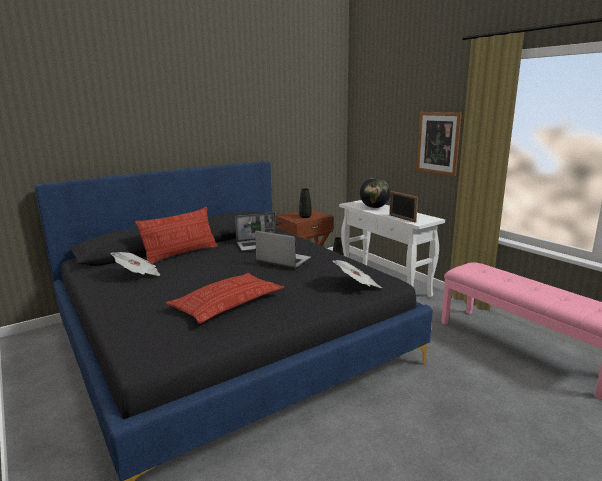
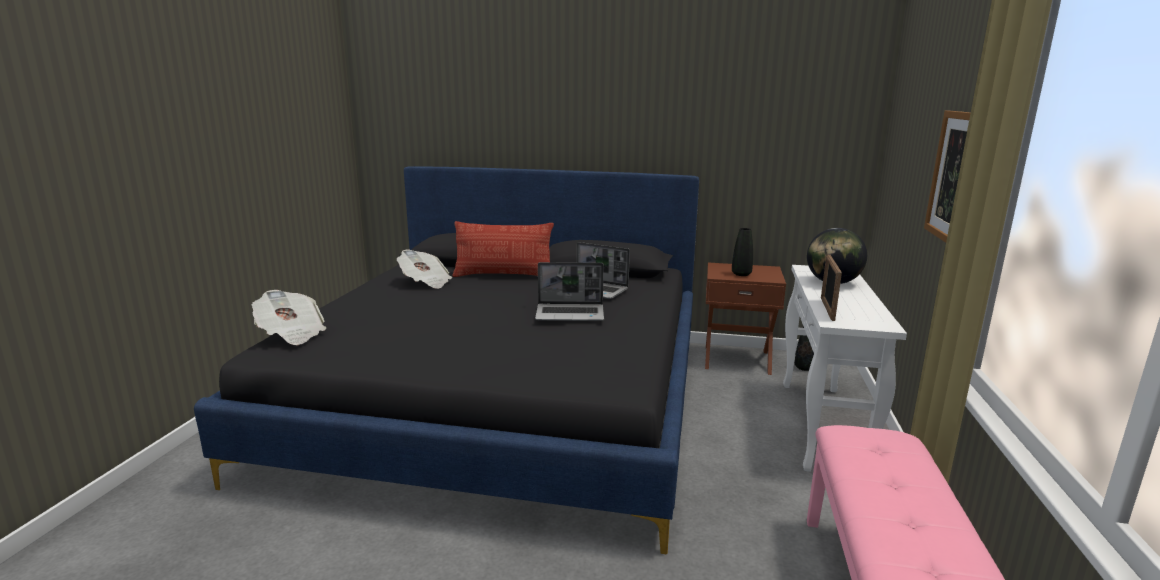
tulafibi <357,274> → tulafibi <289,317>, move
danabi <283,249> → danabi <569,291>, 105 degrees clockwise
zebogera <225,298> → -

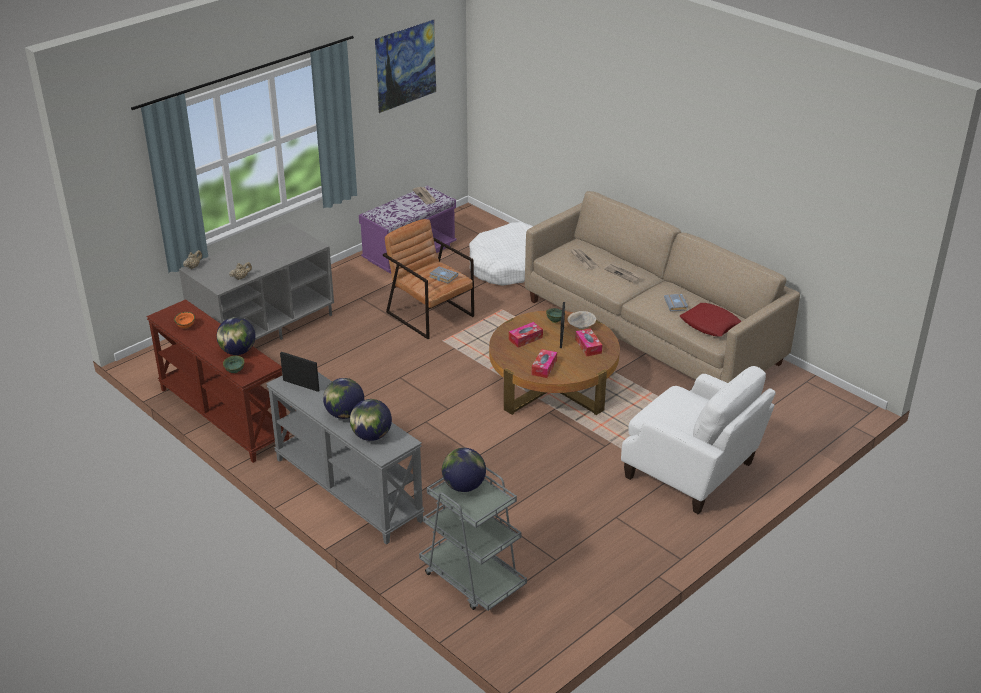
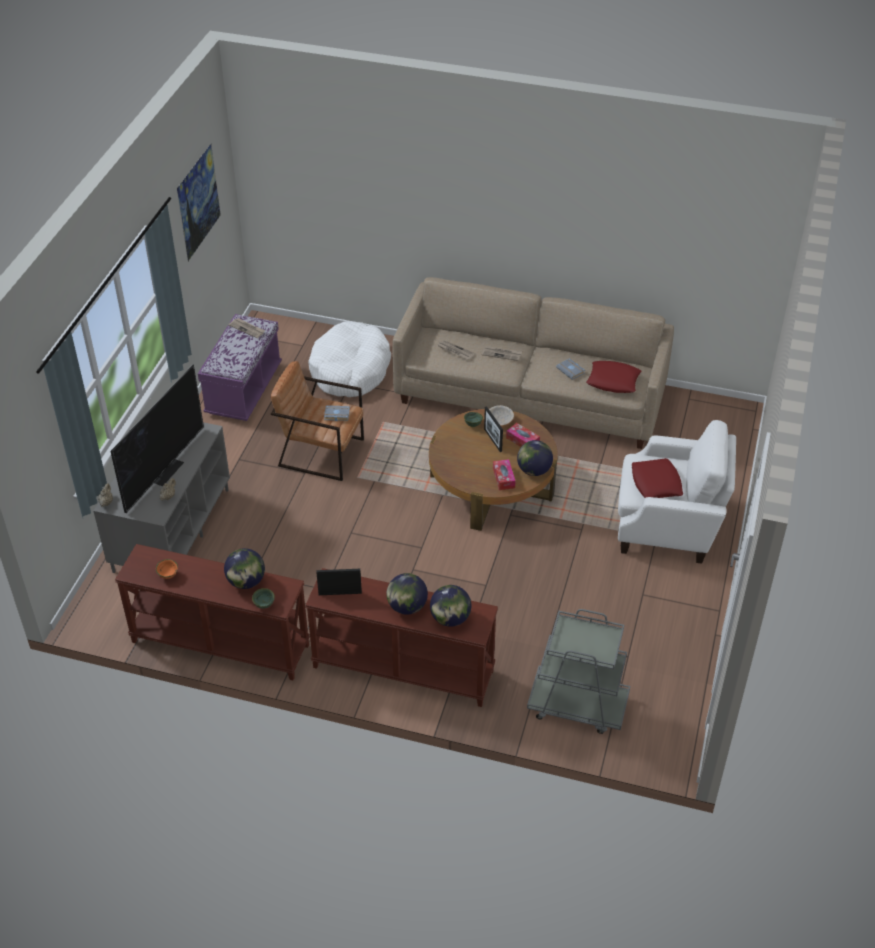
- → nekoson <157,439>
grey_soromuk <345,458> → brown_soromuk <401,637>
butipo <464,470> → butipo <535,458>, move
- → red_zebogera <657,478>
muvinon <526,335> → -

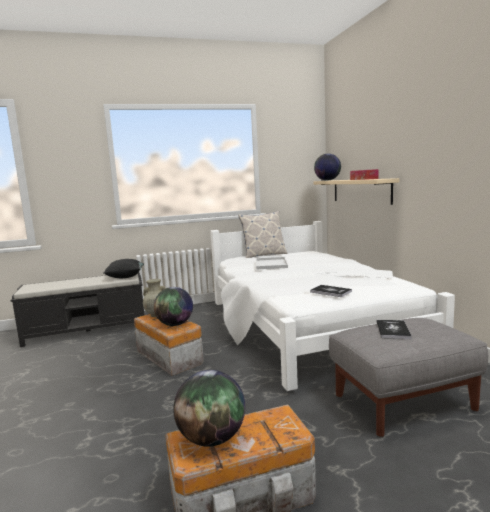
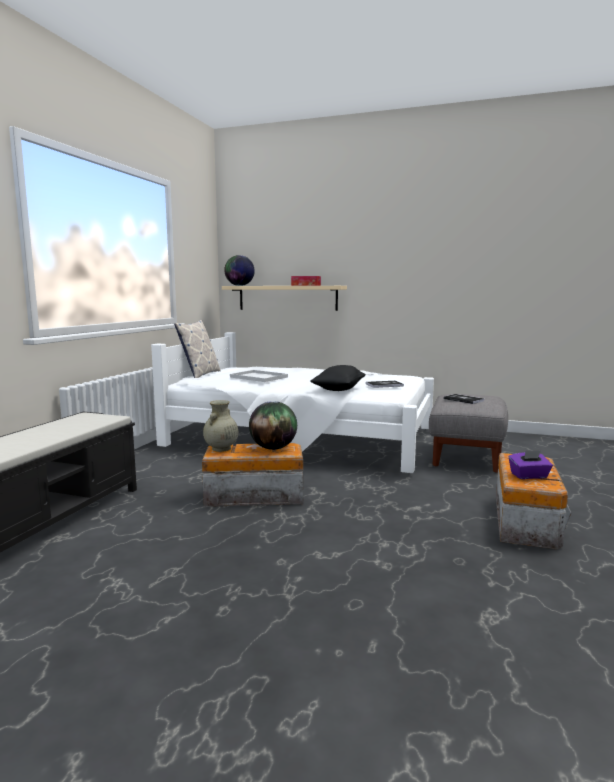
black_zebogera <124,268> → black_zebogera <338,378>, move
butipo <209,408> → purple_muvinon <531,464>

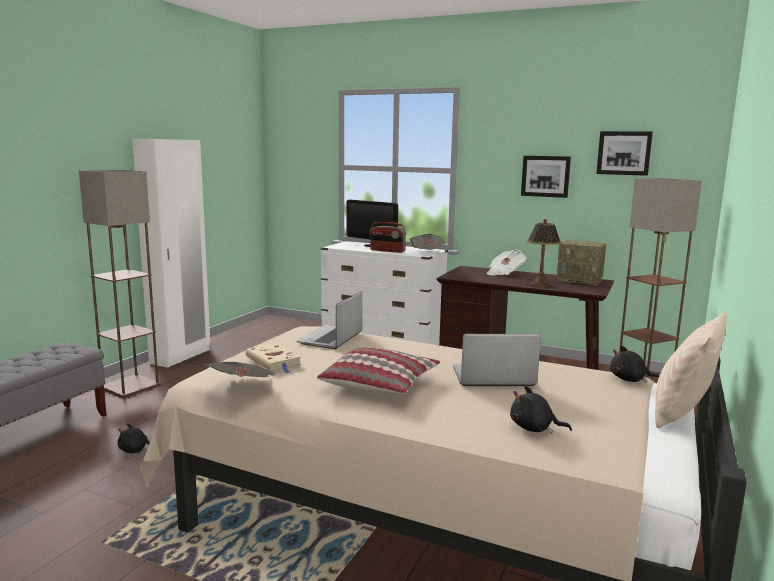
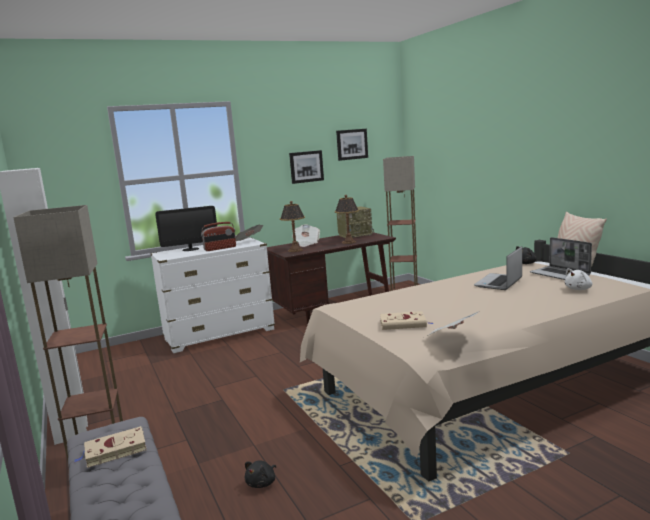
- → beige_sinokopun <111,447>
- → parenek <292,226>
danabi <329,320> → danabi <561,258>, move
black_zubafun <541,409> → white_zubafun <578,279>
zebogera <378,370> → -

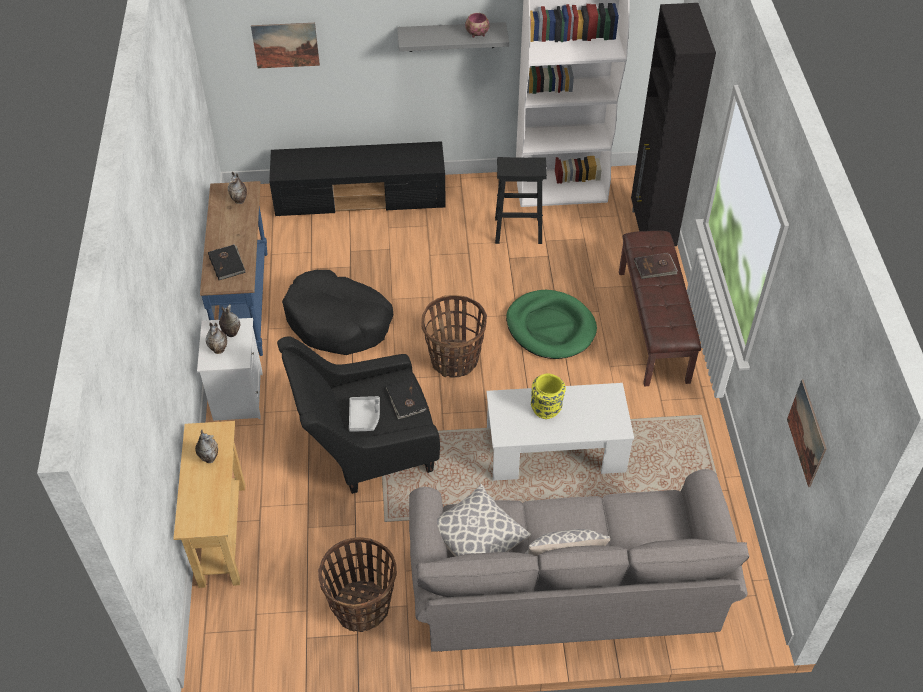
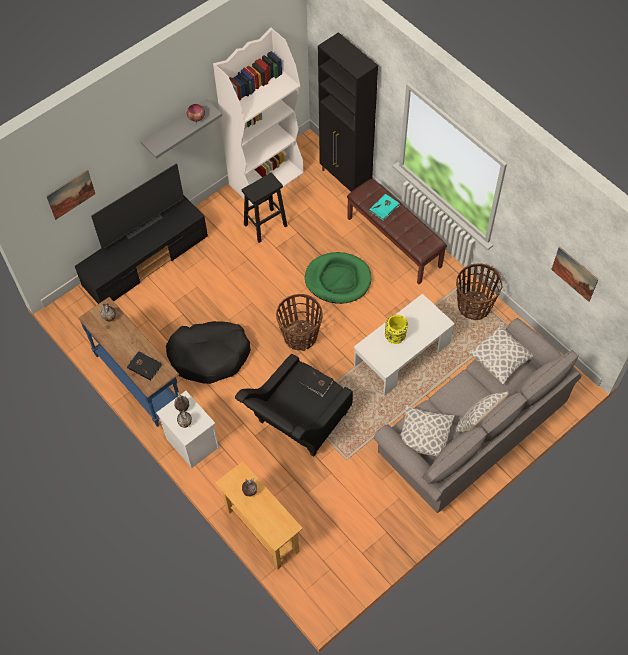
- → nekoson <137,206>
brown_sinokopun <656,265> → turquoise_sinokopun <384,207>
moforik <357,584> → moforik <479,291>, move
- → zebogera <501,355>
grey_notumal <364,414> → -

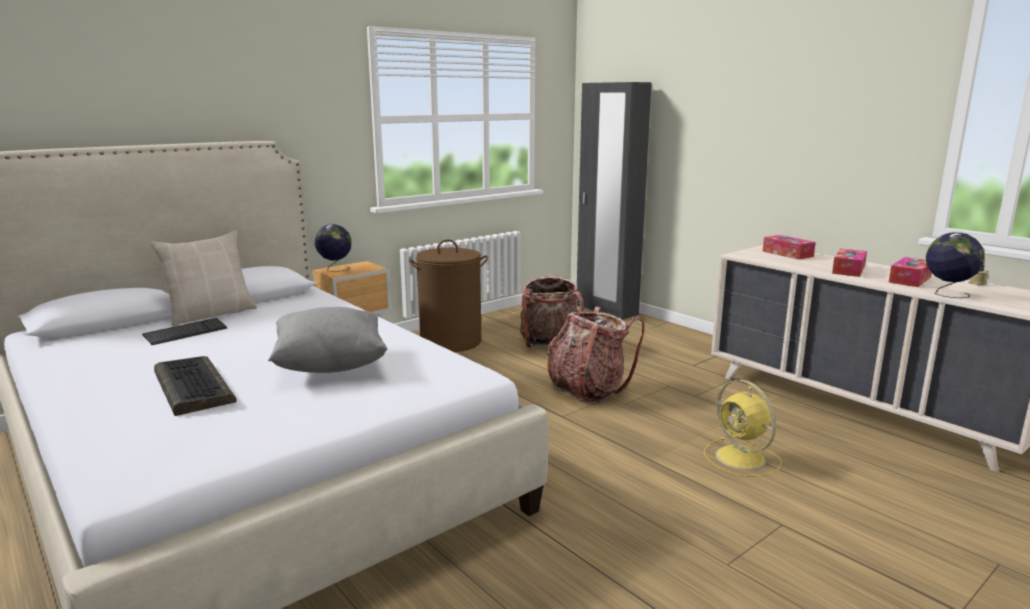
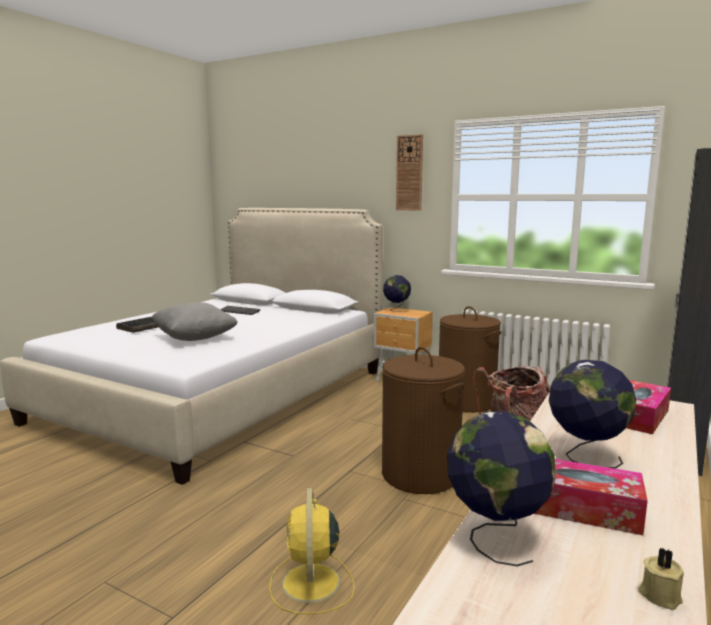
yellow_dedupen <743,428> → yellow_dedupen <312,550>, 45 degrees counterclockwise
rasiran <596,355> → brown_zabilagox <423,420>
- → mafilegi <409,172>
muvinon <849,263> → butipo <592,414>
beige_zebogera <203,278> → -

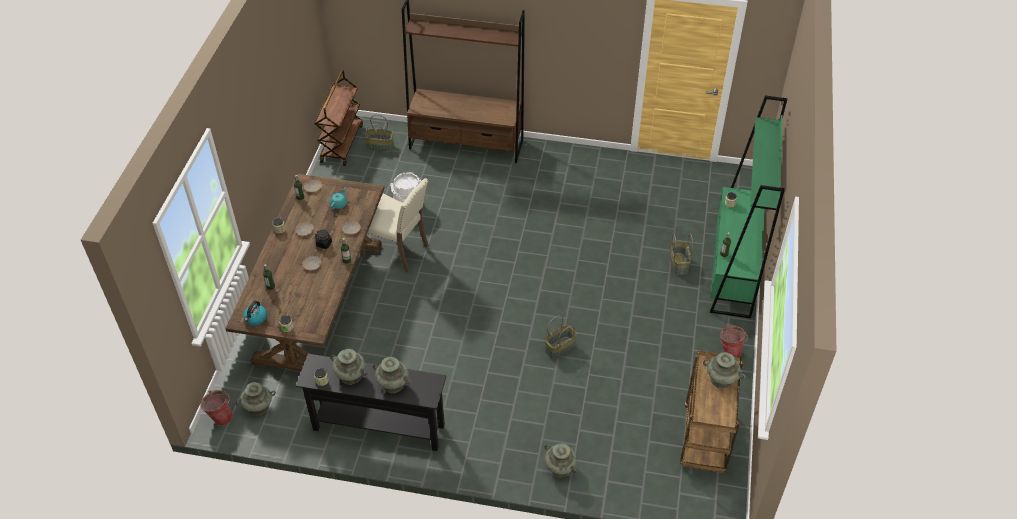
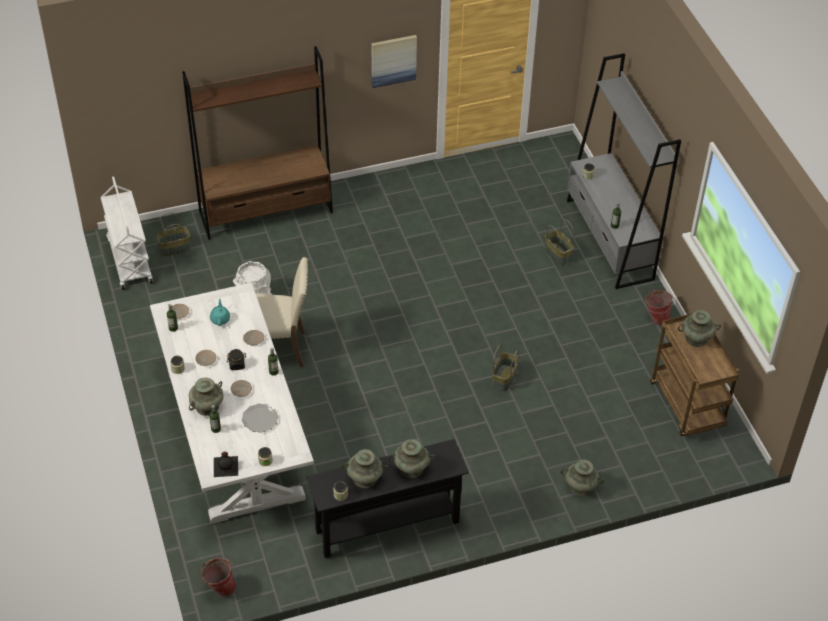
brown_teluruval <338,118> → white_teluruval <127,233>
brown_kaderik <305,272> → white_kaderik <232,403>
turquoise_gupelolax <255,398> → turquoise_gupelolax <206,397>, move
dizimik <255,313> → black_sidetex <226,464>
- → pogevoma <260,418>
- → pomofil <394,61>
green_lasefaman <748,207> → grey_lasefaman <624,171>

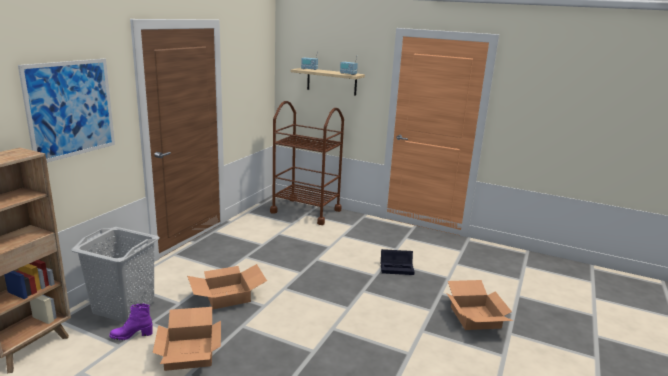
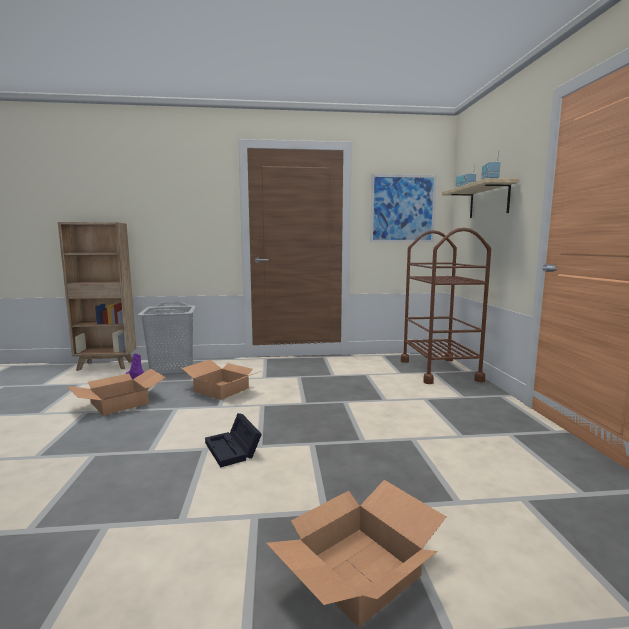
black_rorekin <397,262> → black_rorekin <233,440>, move
pomofil <66,111> → pomofil <403,208>, move

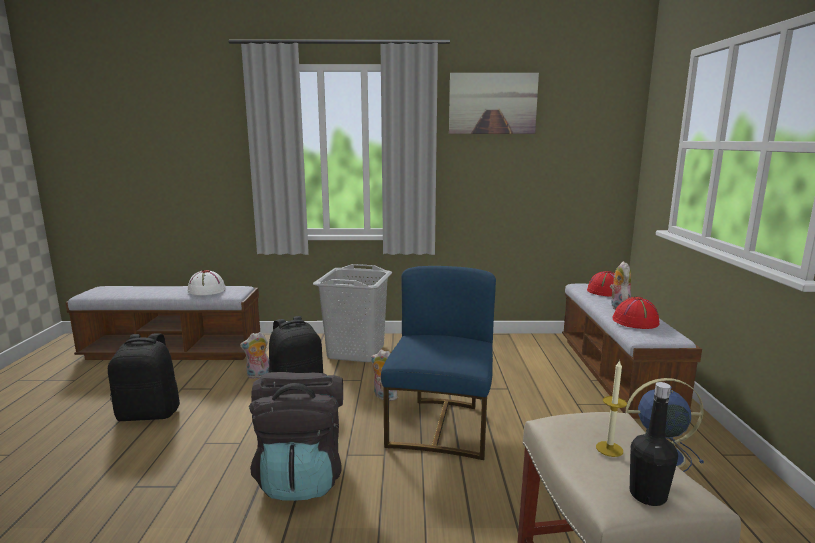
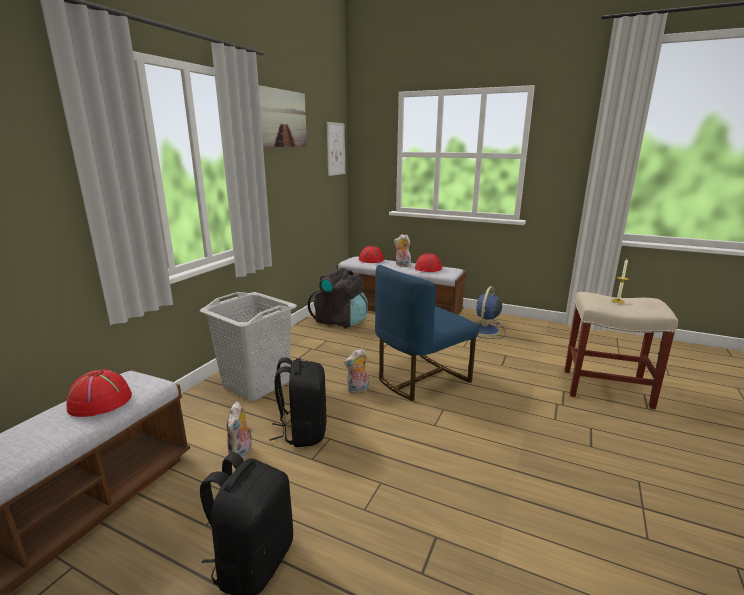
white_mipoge <206,282> → red_mipoge <99,393>
black_rasiran <296,436> → black_rasiran <338,298>, move
- → pomofil <336,149>
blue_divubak <438,363> → blue_divubak <427,333>, 75 degrees counterclockwise
black_sidetex <654,444> → -

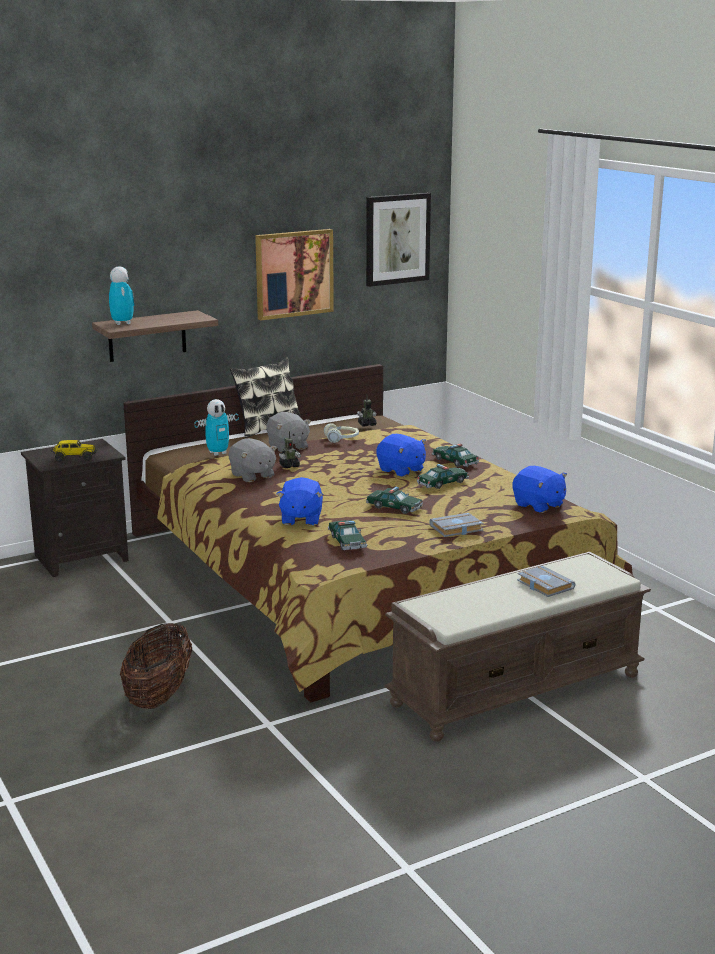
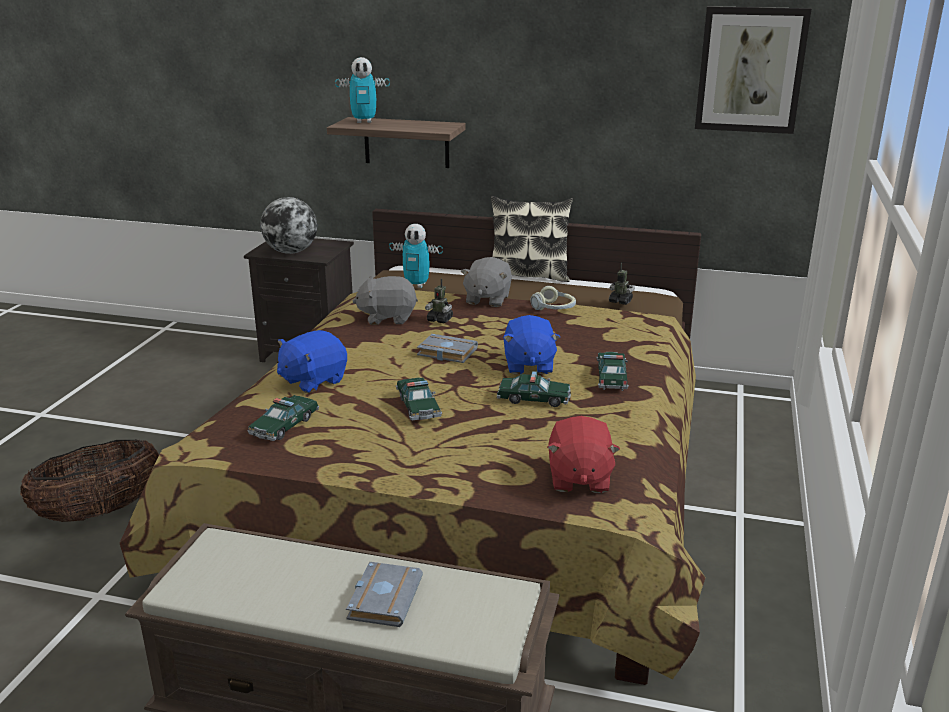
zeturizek <73,450> → butipo <288,225>
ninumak <122,295> → ninumak <362,90>, 60 degrees clockwise
grey_zubafun <253,460> → grey_zubafun <385,300>, 75 degrees clockwise
grey_sinokopun <456,525> → grey_sinokopun <447,348>, move
blue_zubafun <540,489> → red_zubafun <583,454>
pomofil <294,275> → -

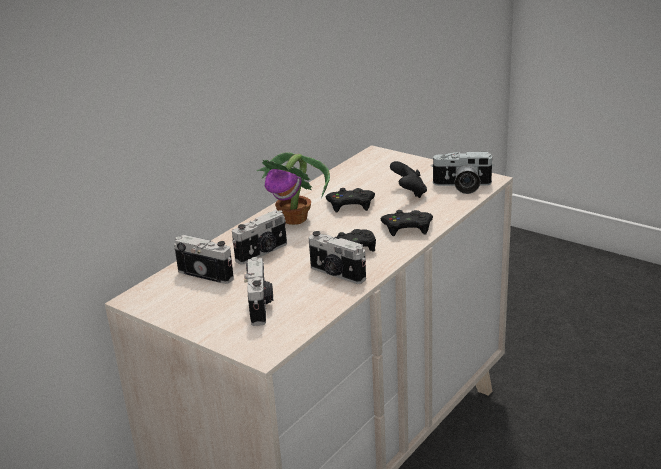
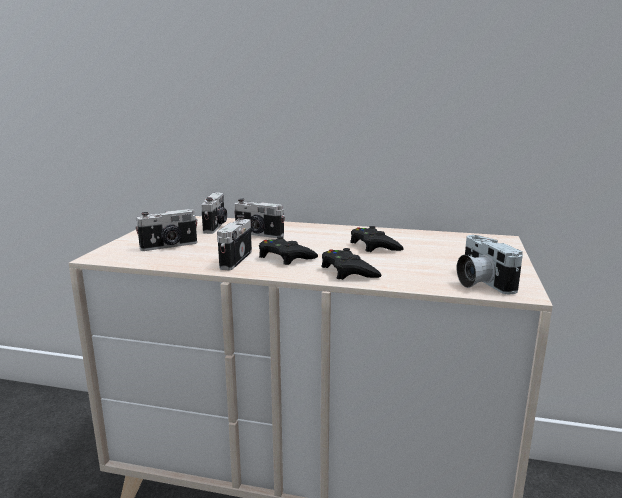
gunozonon <293,188> → -
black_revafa <408,179> → -

